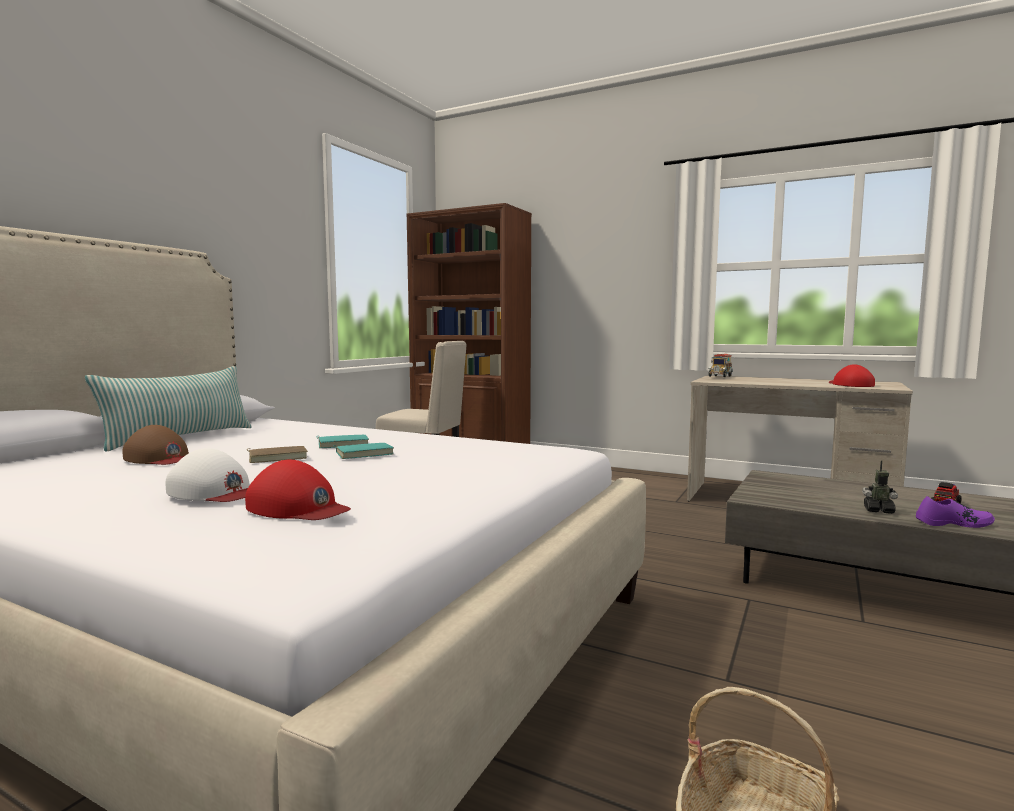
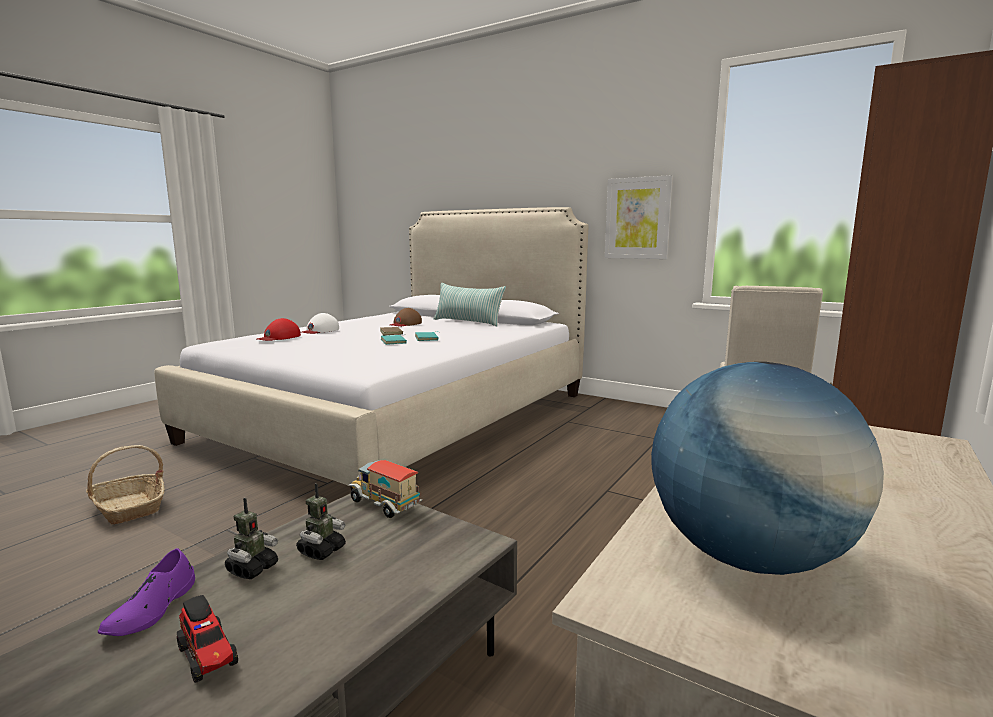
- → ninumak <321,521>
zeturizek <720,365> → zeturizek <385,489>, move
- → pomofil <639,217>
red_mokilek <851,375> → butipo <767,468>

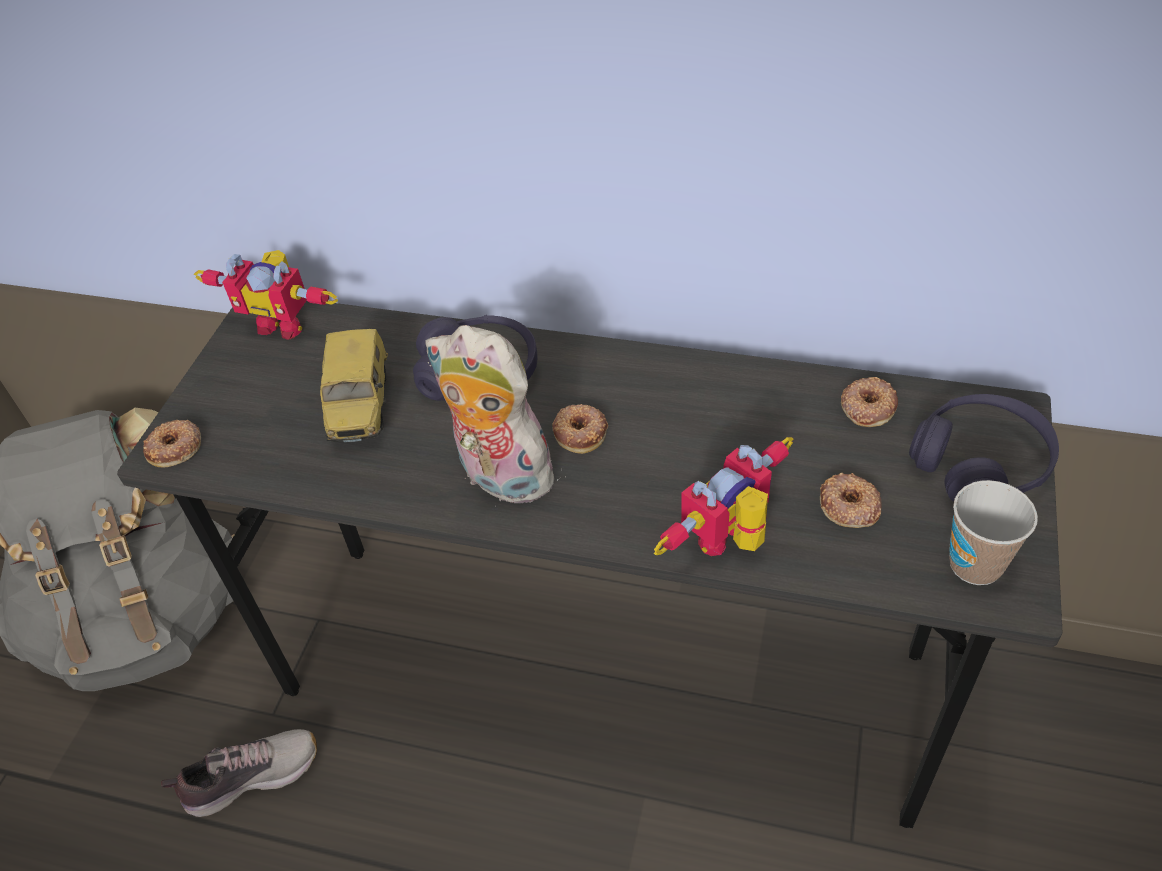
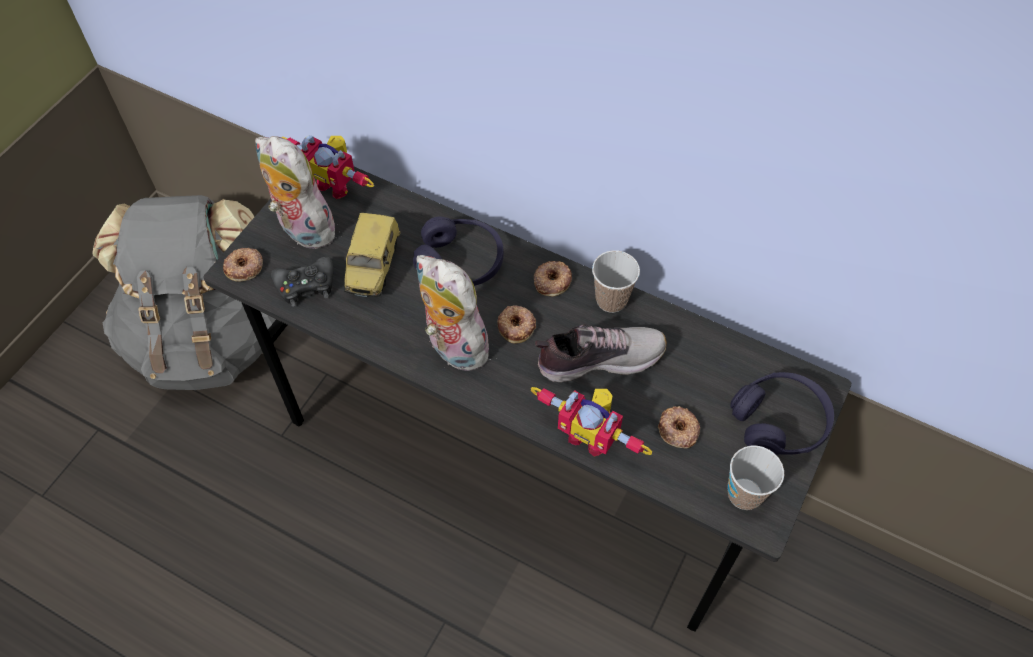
- → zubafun <297,192>
- → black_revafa <302,282>
ninumak <723,496> → ninumak <591,421>, 120 degrees counterclockwise
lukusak <869,402> → lukusak <553,279>, move
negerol <239,773> → negerol <601,353>, move
- → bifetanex <616,281>

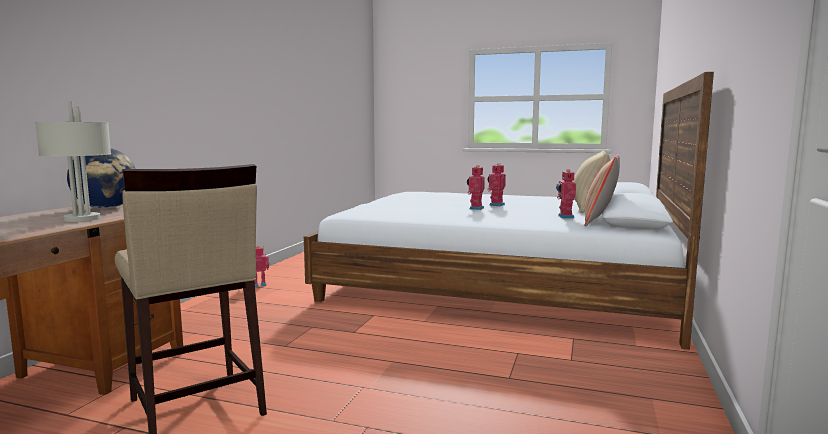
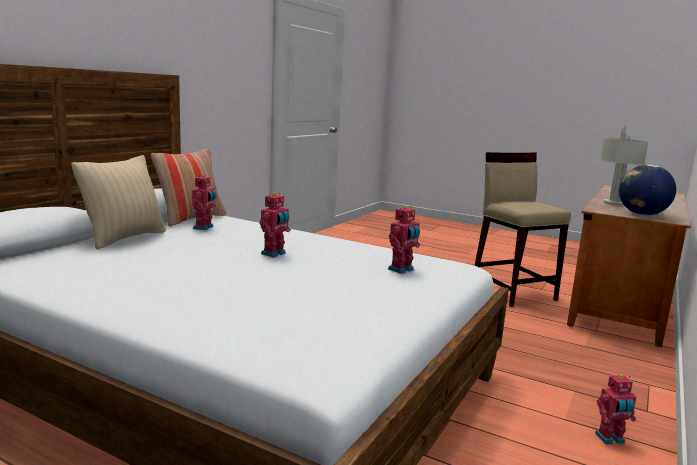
ninumak <496,184> → ninumak <404,240>, move

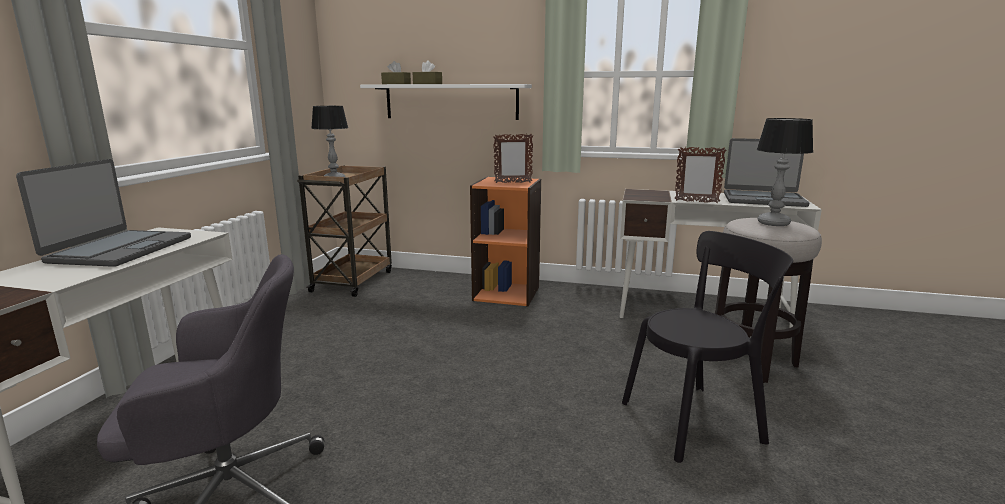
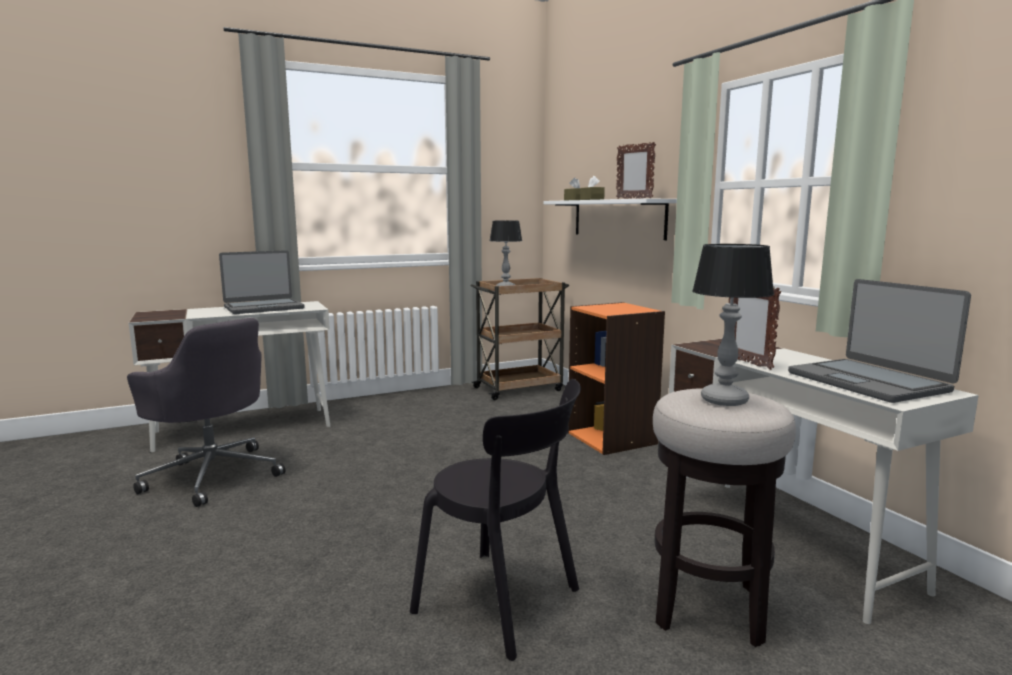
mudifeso <513,158> → mudifeso <636,170>, move

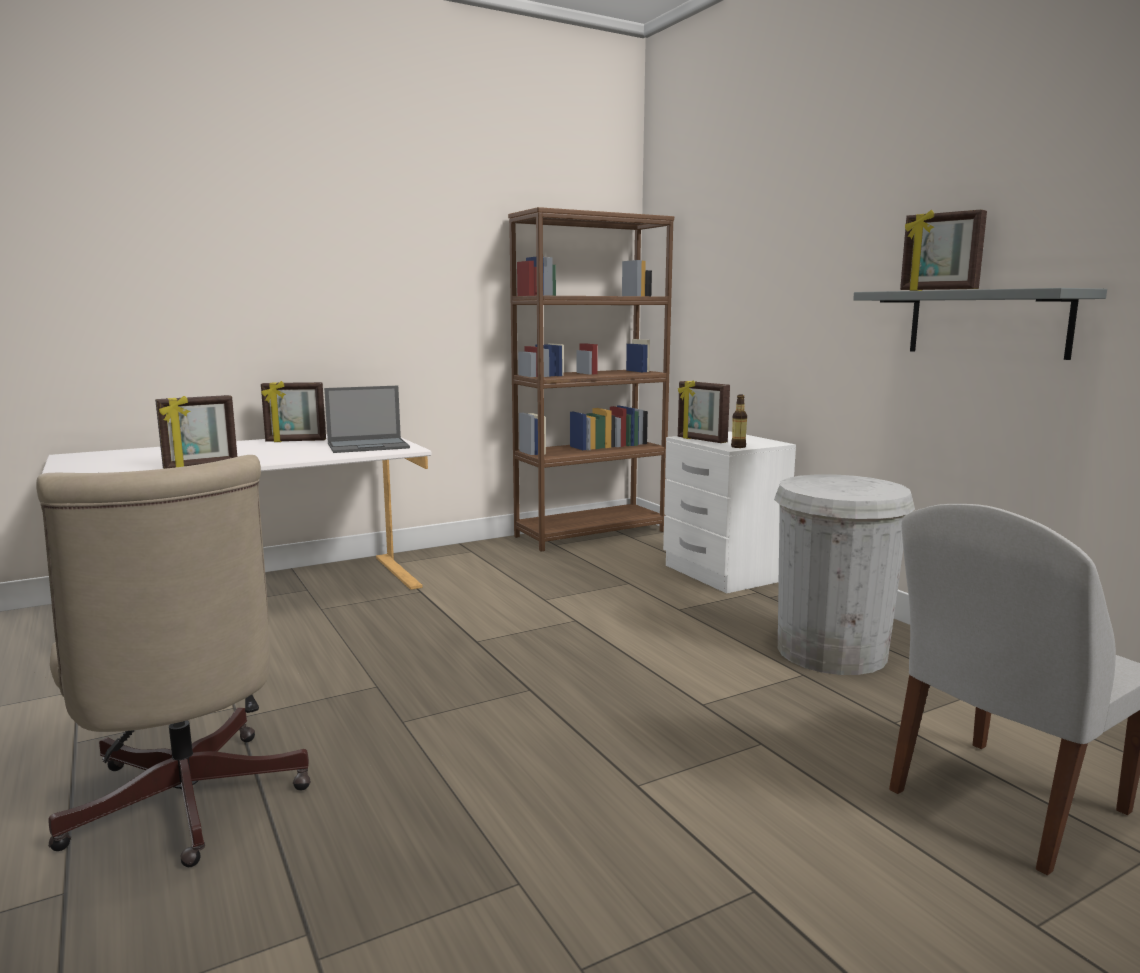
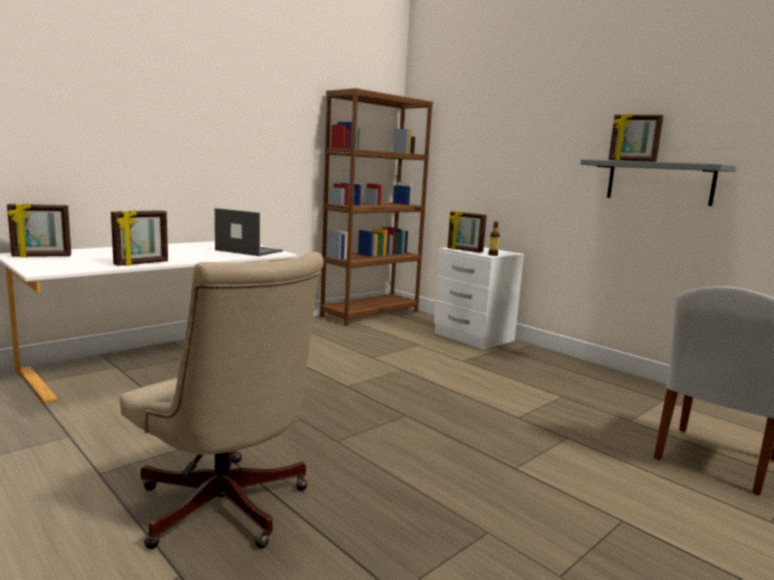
mudifeso <293,411> → mudifeso <39,230>, move
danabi <367,419> → danabi <249,232>, 120 degrees counterclockwise
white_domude <844,574> → -

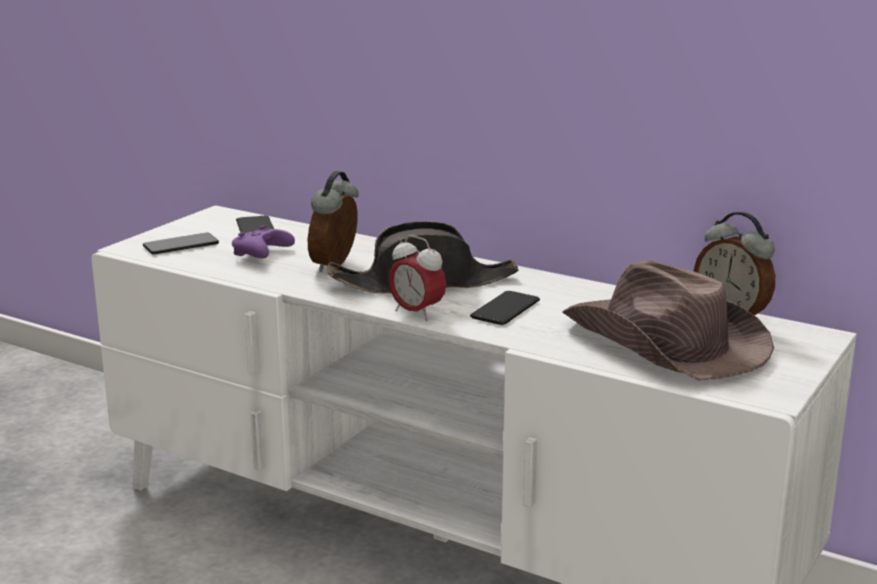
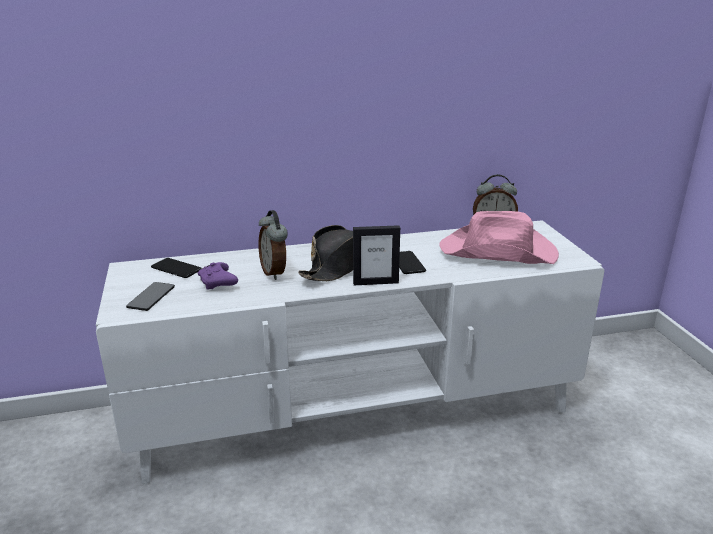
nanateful <417,278> → mudifeso <376,255>
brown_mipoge <668,320> → pink_mipoge <499,237>

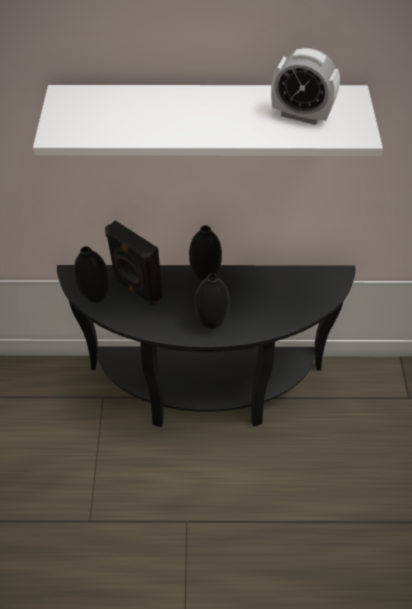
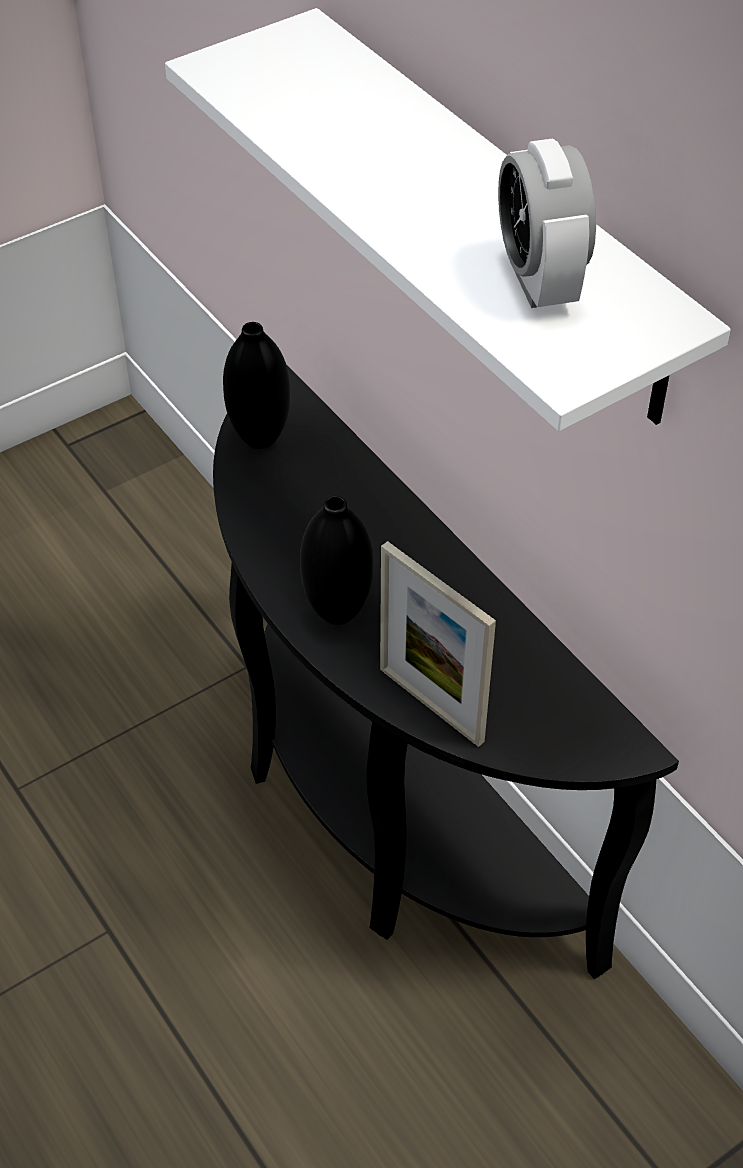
- → mudifeso <438,644>
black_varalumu <134,263> → -
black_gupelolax <205,253> → -

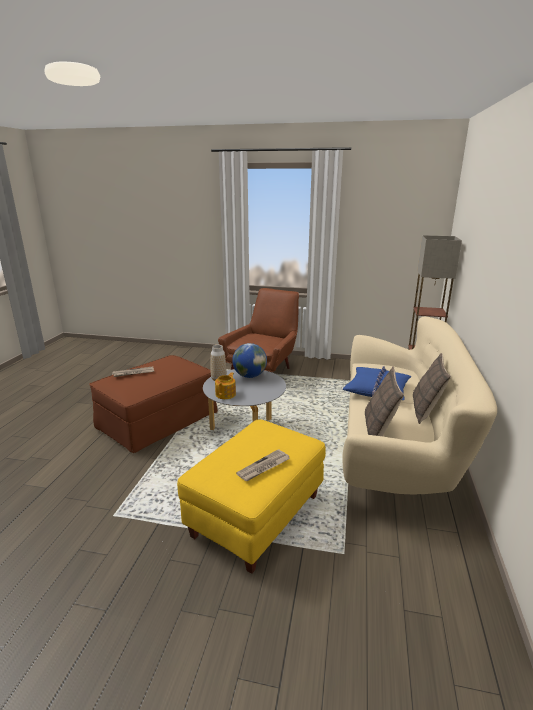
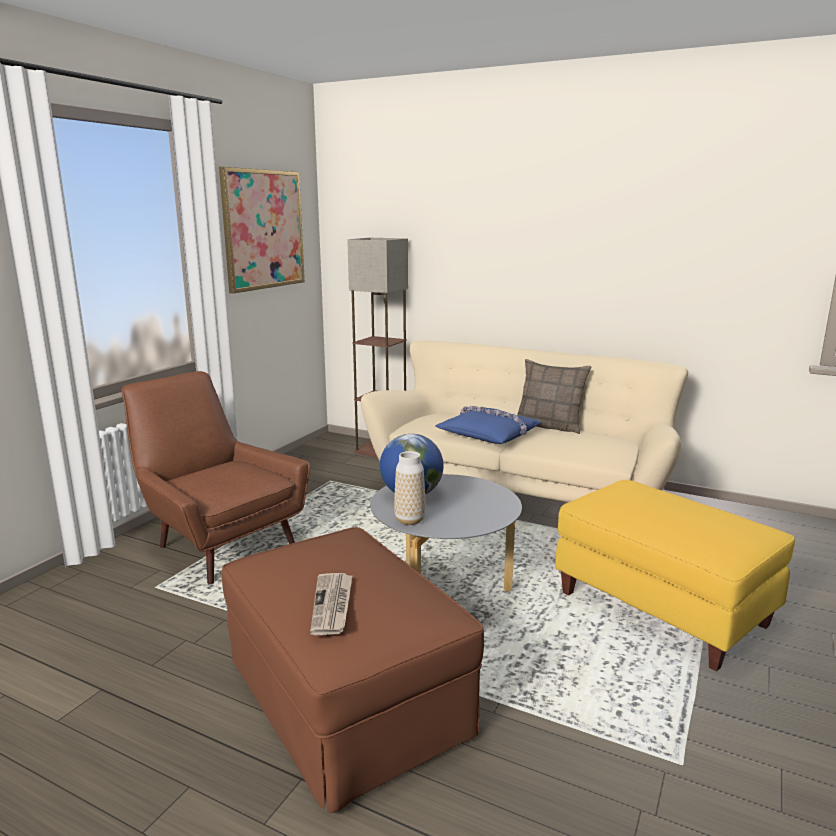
- → pomofil <262,230>
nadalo <225,385> → -
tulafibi <263,465> → -
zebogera <384,401> → -

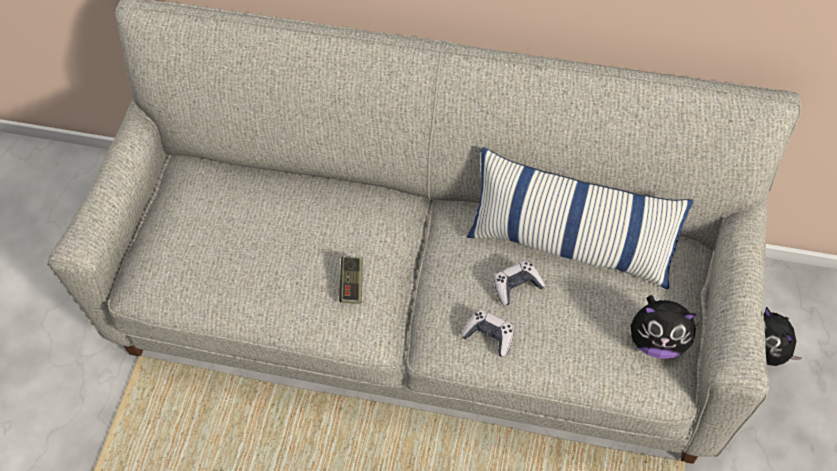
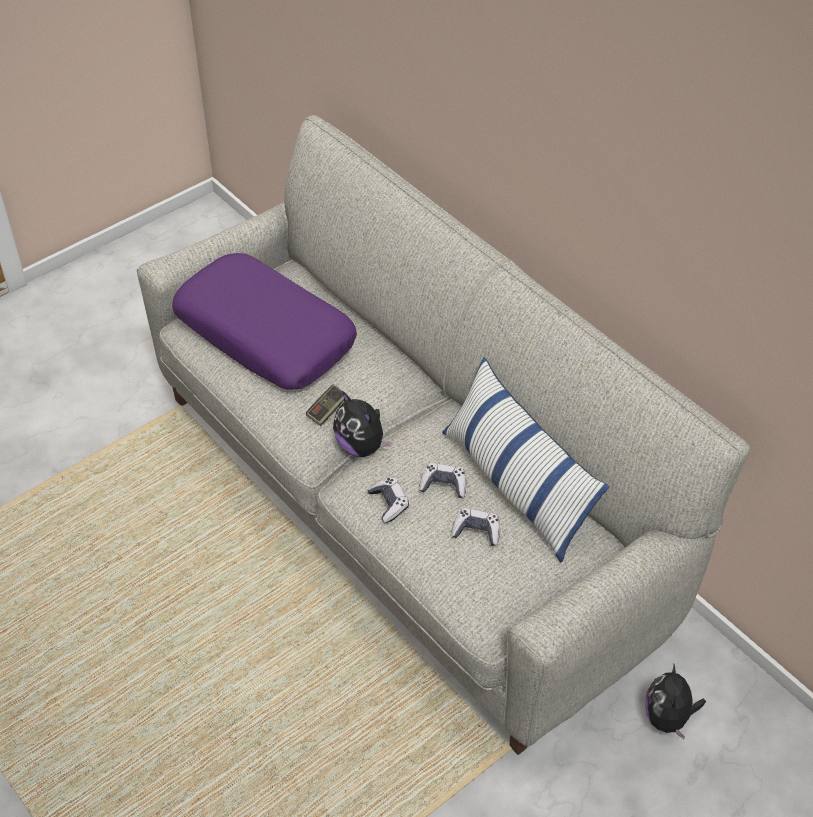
- → purple_zebogera <264,321>
zubafun <664,327> → zubafun <362,424>, move
- → revafa <475,527>

